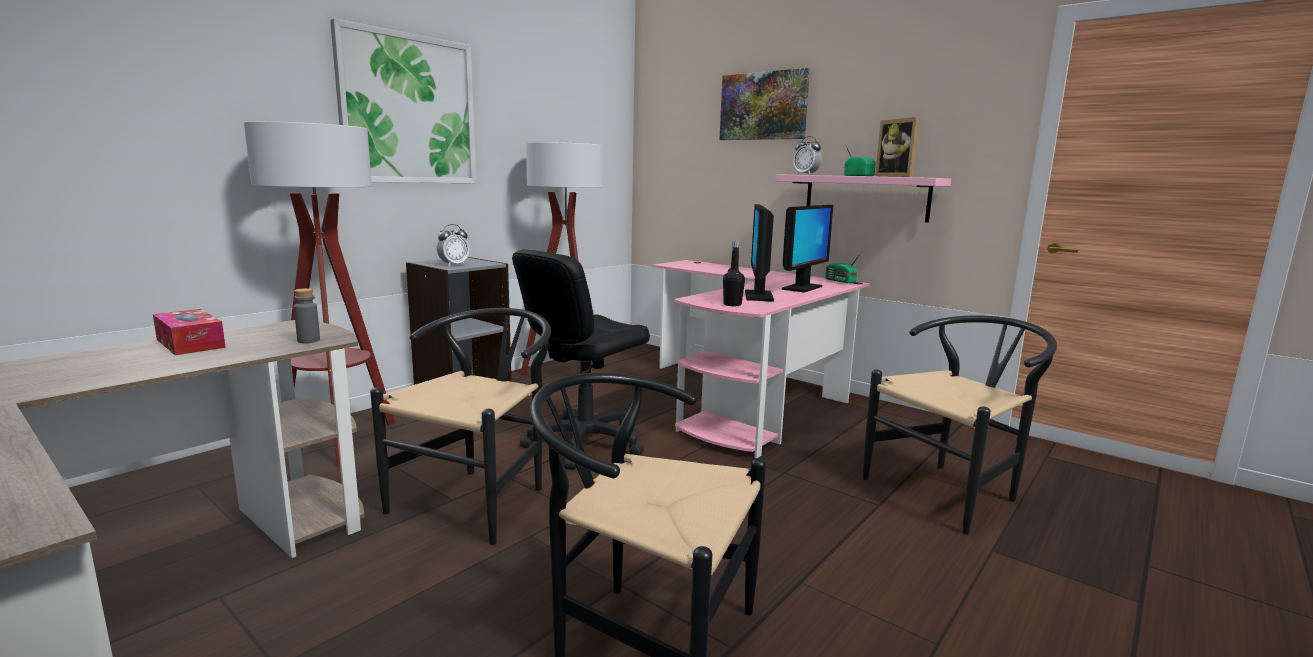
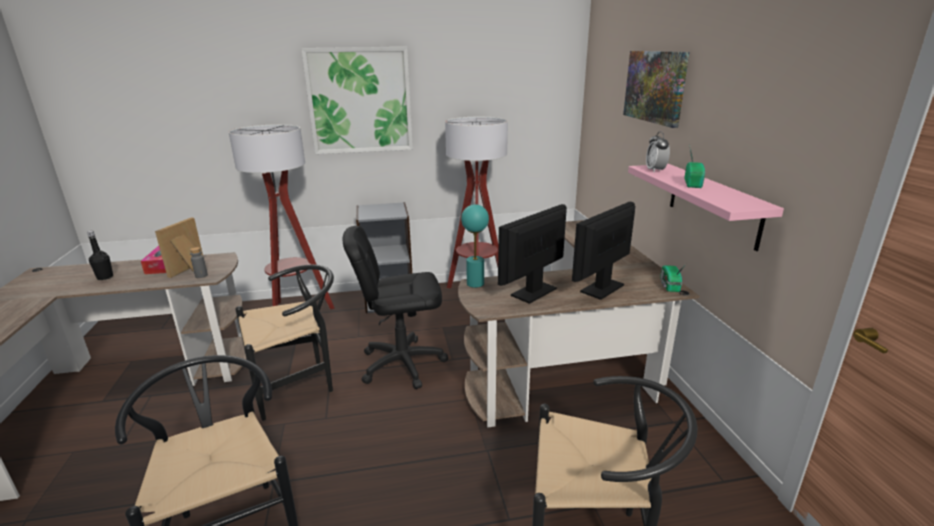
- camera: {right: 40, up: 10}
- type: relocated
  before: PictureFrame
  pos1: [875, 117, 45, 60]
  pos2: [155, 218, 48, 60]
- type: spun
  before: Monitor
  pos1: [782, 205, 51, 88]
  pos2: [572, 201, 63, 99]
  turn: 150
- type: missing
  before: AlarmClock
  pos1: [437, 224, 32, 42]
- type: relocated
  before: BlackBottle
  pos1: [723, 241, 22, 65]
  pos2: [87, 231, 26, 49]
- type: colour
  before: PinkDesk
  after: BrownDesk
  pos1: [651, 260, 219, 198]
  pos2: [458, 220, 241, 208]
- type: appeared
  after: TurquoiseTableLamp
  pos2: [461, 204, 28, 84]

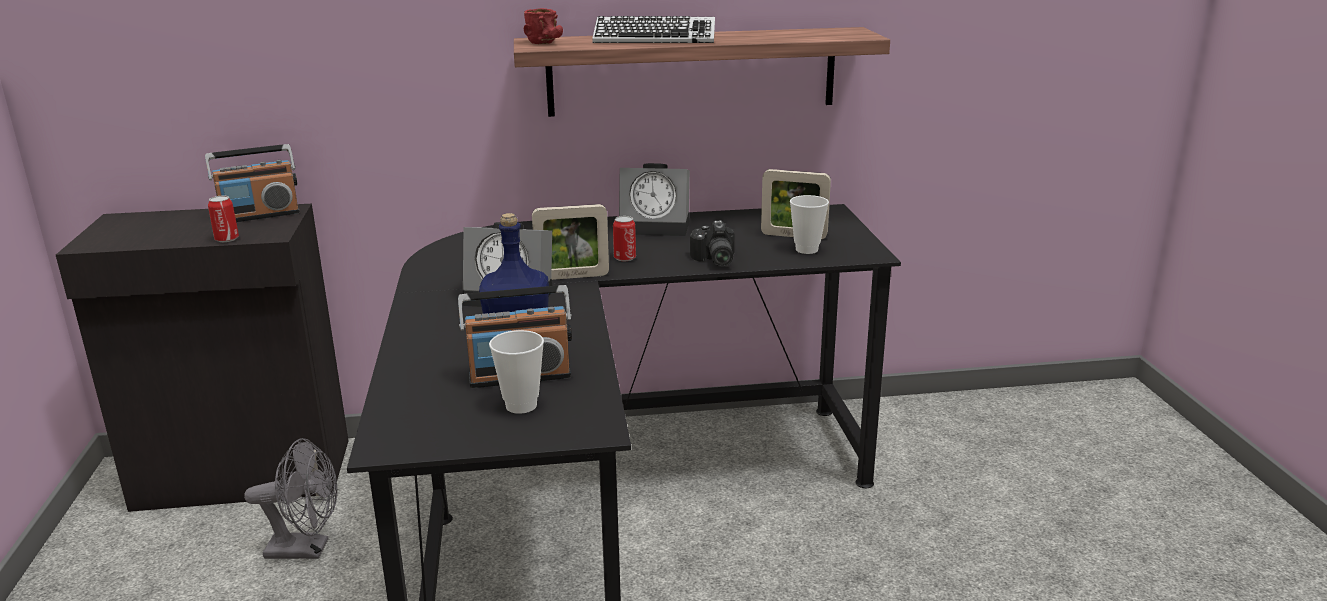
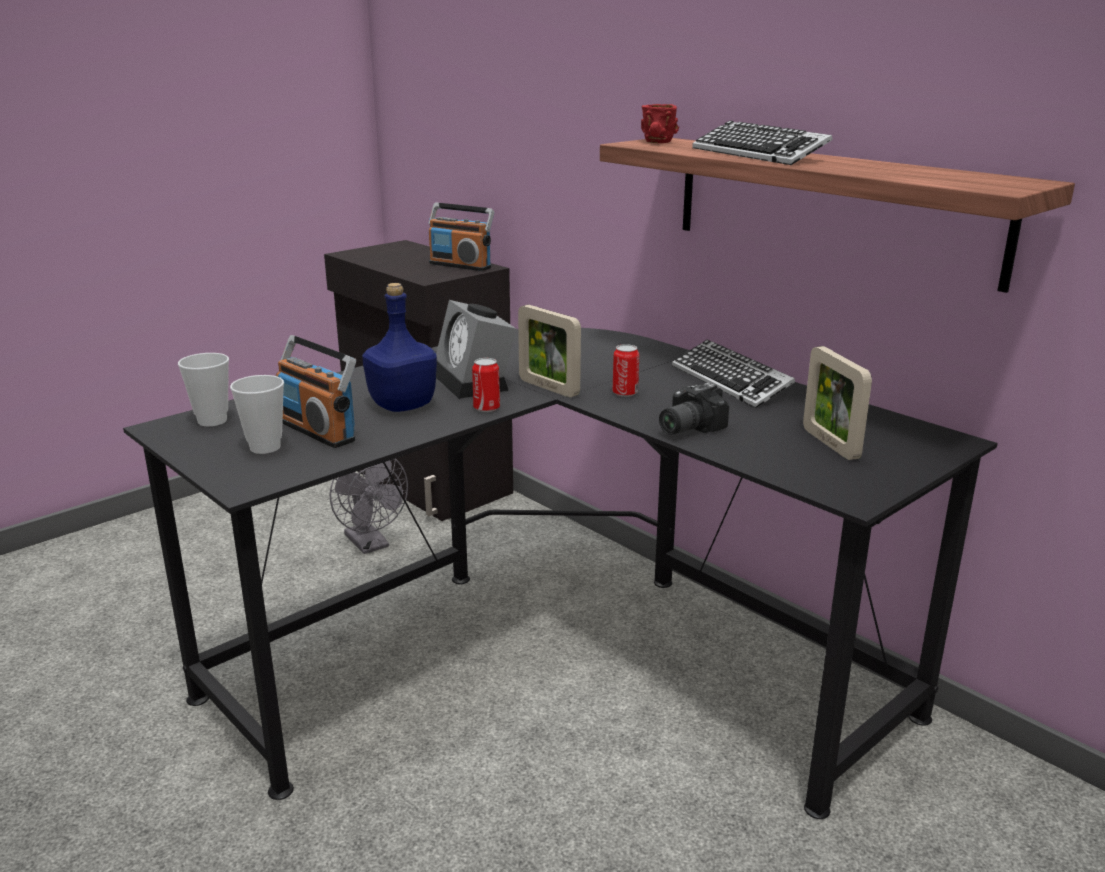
- camera: {right: 55, up: 0}
- type: exchanged
  before: AlarmClock
  after: Keyboard
  pos1: [619, 163, 71, 73]
  pos2: [672, 340, 123, 68]
- type: relocated
  before: Cup
  pos1: [790, 195, 39, 59]
  pos2: [178, 353, 51, 73]
- type: relocated
  before: Can
  pos1: [208, 196, 31, 46]
  pos2: [472, 358, 28, 54]

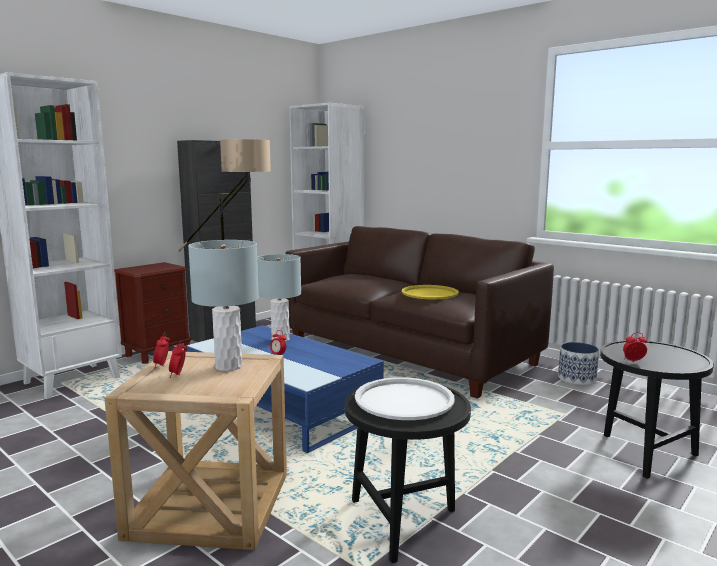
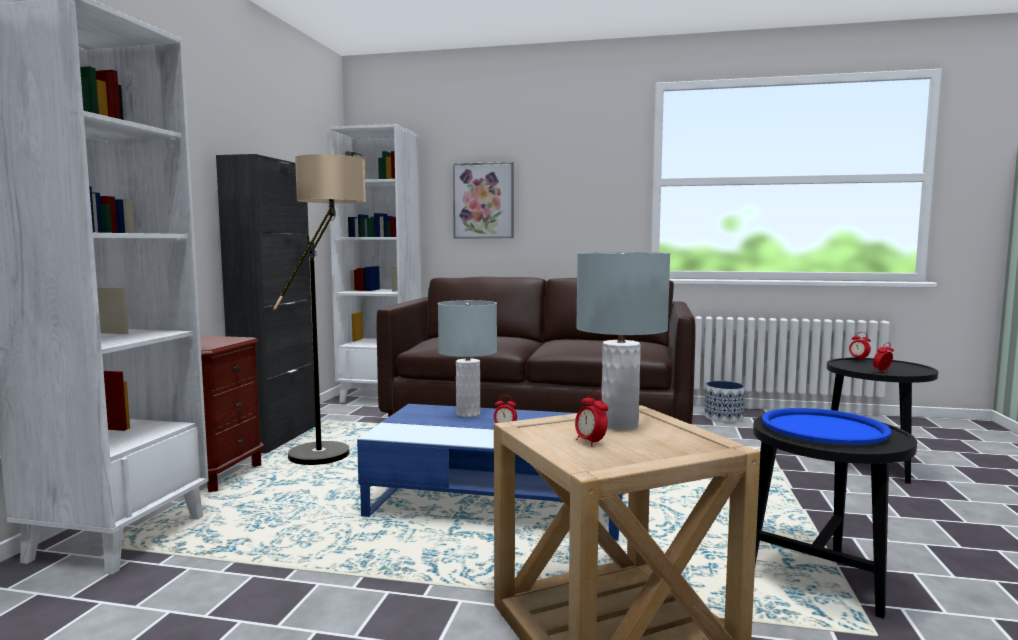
- camera: {right: -30, up: -5}
- type: missing
  before: YellowTray
  pos1: [401, 285, 58, 14]
- type: relocated
  before: AlarmClock
  pos1: [153, 332, 17, 35]
  pos2: [849, 332, 22, 27]
- type: colour
  before: WhiteTray
  after: BlueTray
  pos1: [355, 377, 100, 43]
  pos2: [762, 408, 129, 37]
- type: appeared
  after: Picture
  pos2: [453, 162, 61, 76]

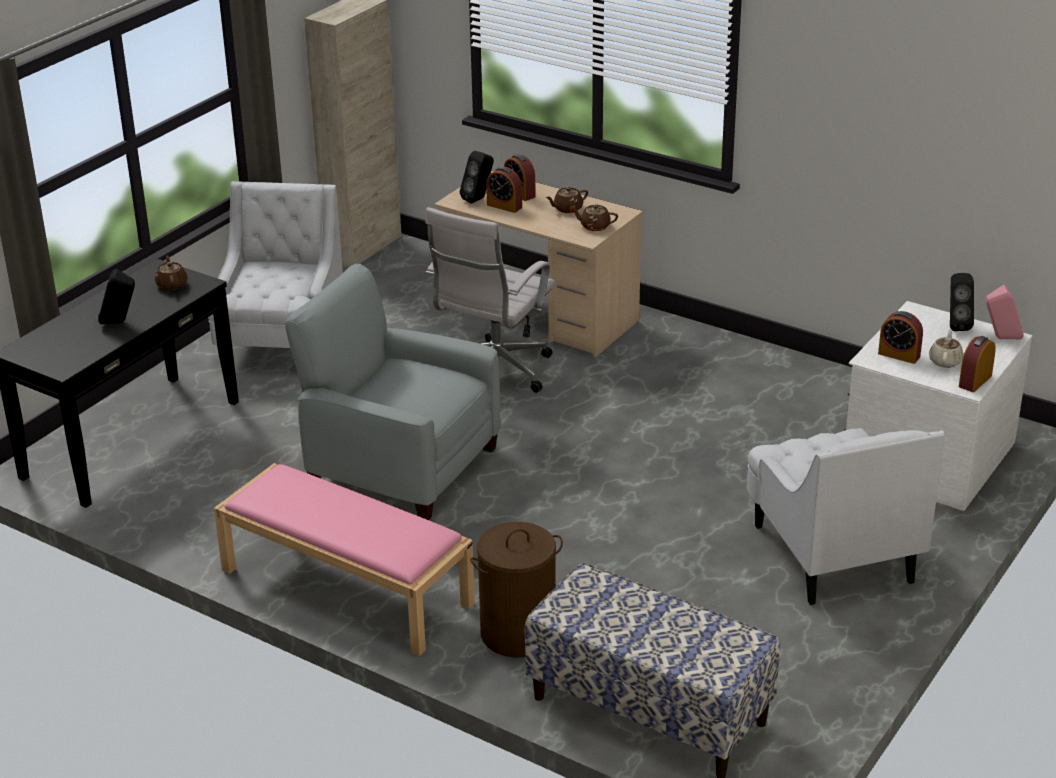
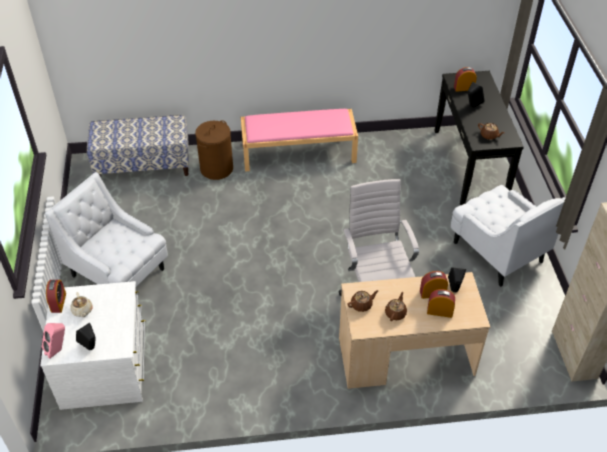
- camera: {right: 140, up: 15}
- type: missing
  before: GreyArmchair
  pos1: [285, 264, 216, 256]
- type: relocated
  before: AlarmClock
  pos1: [878, 311, 45, 53]
  pos2: [454, 67, 23, 25]

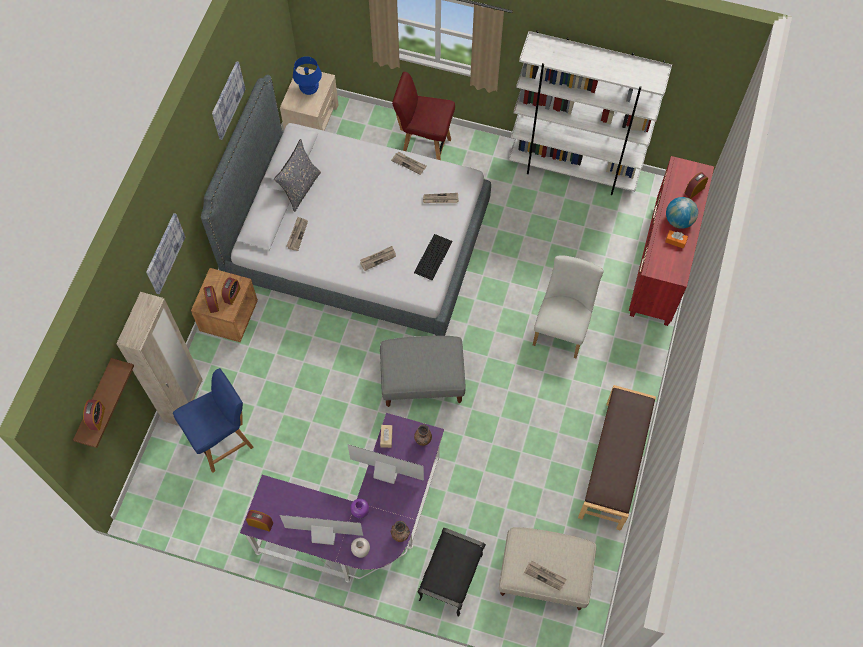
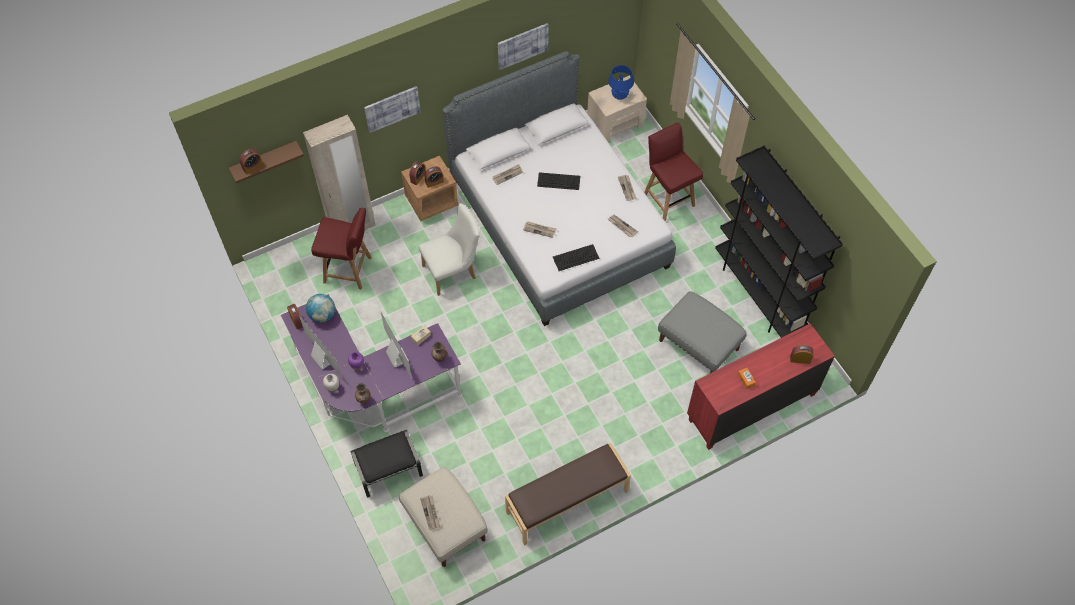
- camera: {right: 45, up: -5}
- type: colour
  before: WhiteBookcase
  after: BlackBookcase
  pos1: [508, 30, 164, 165]
  pos2: [715, 146, 128, 192]
- type: missing
  before: GreyPillow
  pos1: [274, 139, 47, 73]
- type: relocated
  before: Globe
  pos1: [666, 197, 32, 32]
  pos2: [306, 294, 29, 29]
- type: relocated
  before: WhiteChair
  pos1: [533, 255, 71, 103]
  pos2: [419, 203, 61, 93]
- type: relocated
  before: GreyOttoman
  pos1: [380, 336, 86, 71]
  pos2: [658, 291, 89, 82]
- type: colour
  before: BlueChair
  after: RedChair
  pos1: [173, 368, 81, 105]
  pos2: [311, 208, 61, 82]
- type: appeared
  after: Keyboard
  pos2: [537, 172, 43, 18]

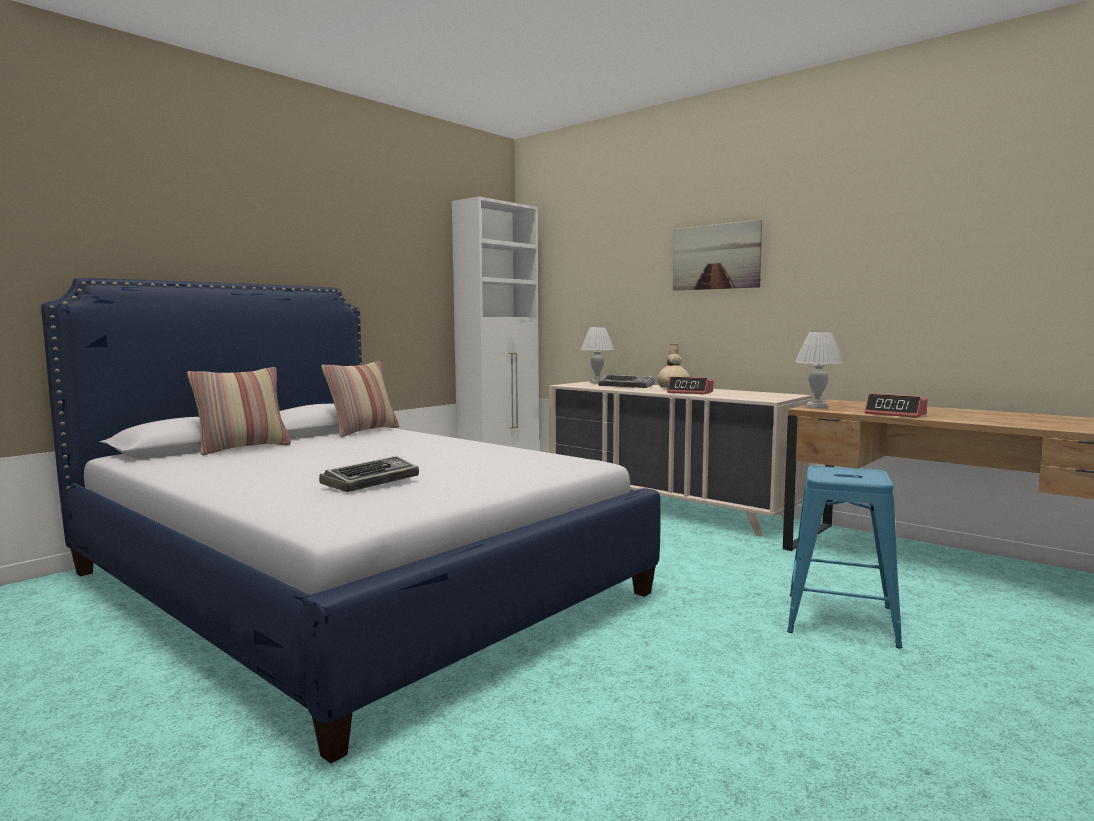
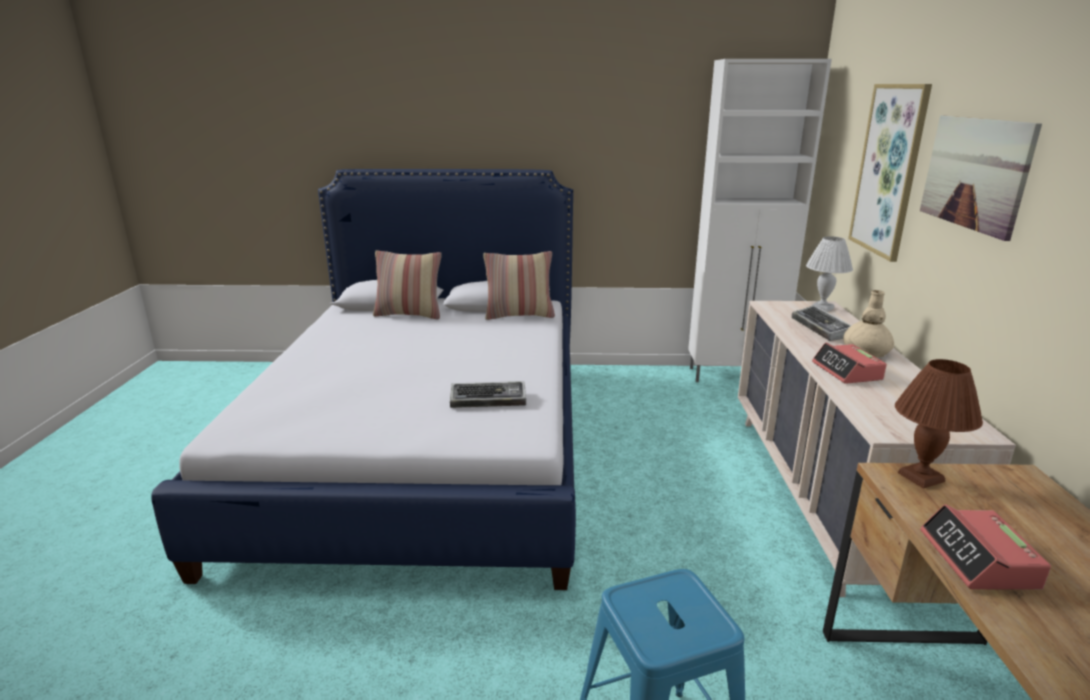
- camera: {right: 50, up: 15}
- type: colour
  before: WhiteTableLamp
  after: BrownTableLamp
  pos1: [795, 332, 49, 77]
  pos2: [895, 359, 88, 129]
- type: relocated
  before: Keyboard
  pos1: [319, 456, 100, 36]
  pos2: [450, 381, 76, 27]
- type: appeared
  after: Picture
  pos2: [848, 84, 84, 178]

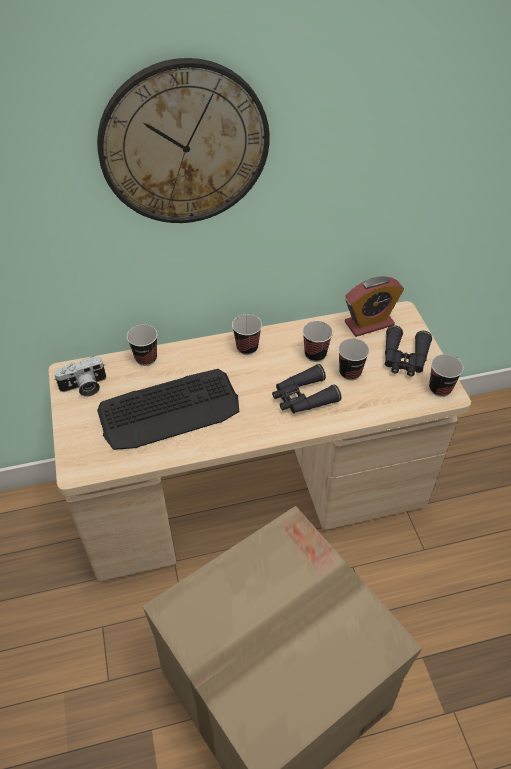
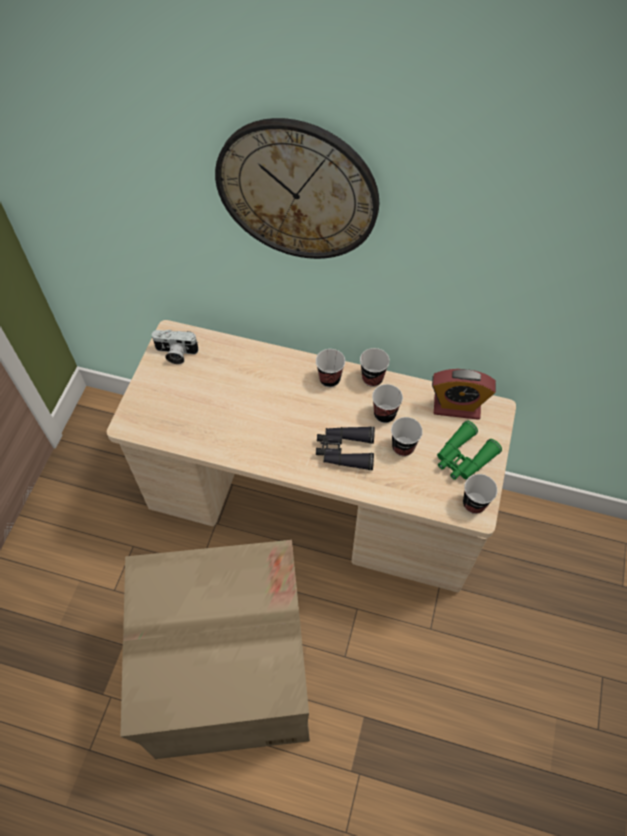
- camera: {right: 30, up: 10}
- type: relocated
  before: Cup
  pos1: [127, 324, 31, 42]
  pos2: [360, 348, 30, 39]
- type: colour
  before: BlackBinoculars
  after: GreenBinoculars
  pos1: [385, 325, 47, 52]
  pos2: [437, 420, 65, 60]
- type: missing
  before: Keyboard
  pos1: [97, 369, 142, 81]

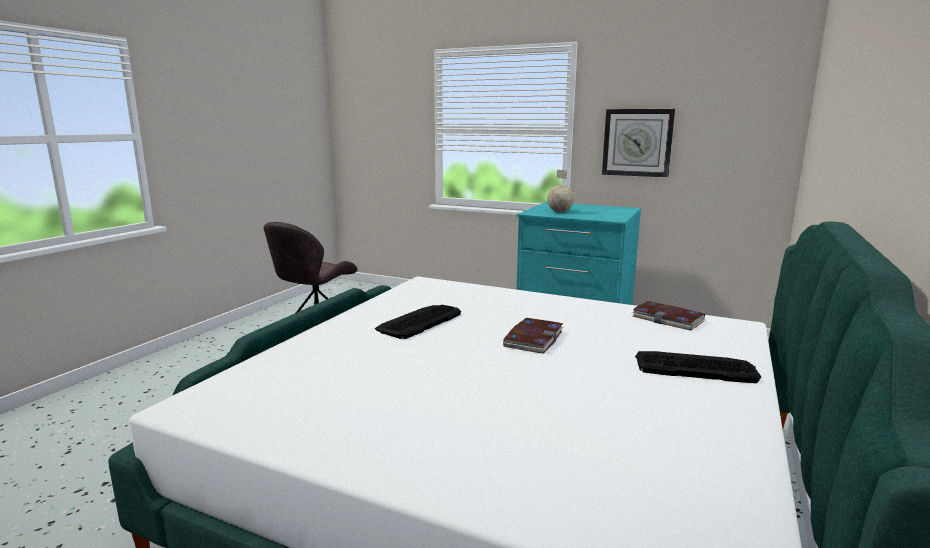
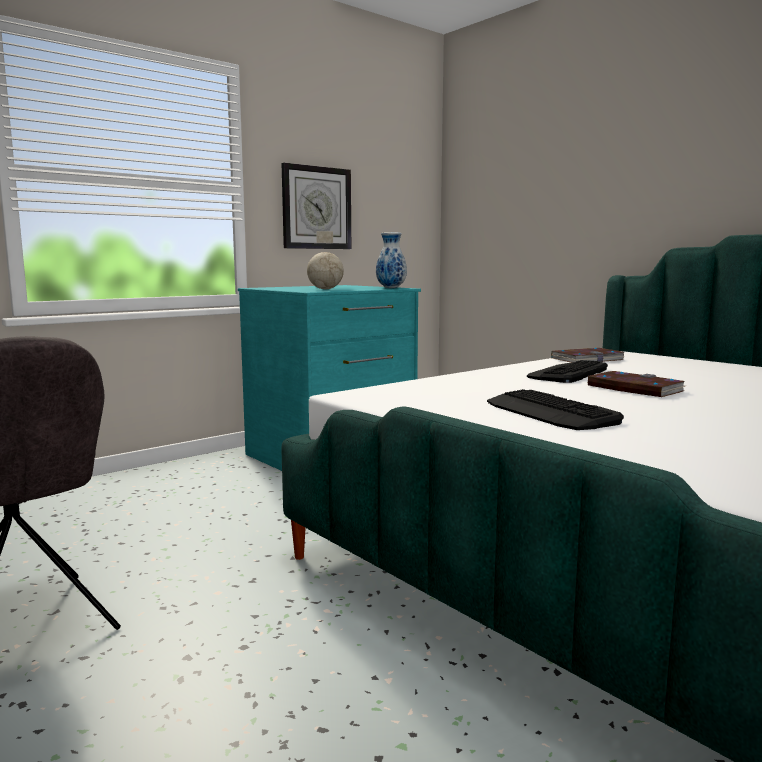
- camera: {right: -65, up: -5}
- type: relocated
  before: Keyboard
  pos1: [635, 351, 126, 32]
  pos2: [527, 360, 81, 23]
- type: appeared
  after: Vase
  pos2: [376, 232, 31, 56]

